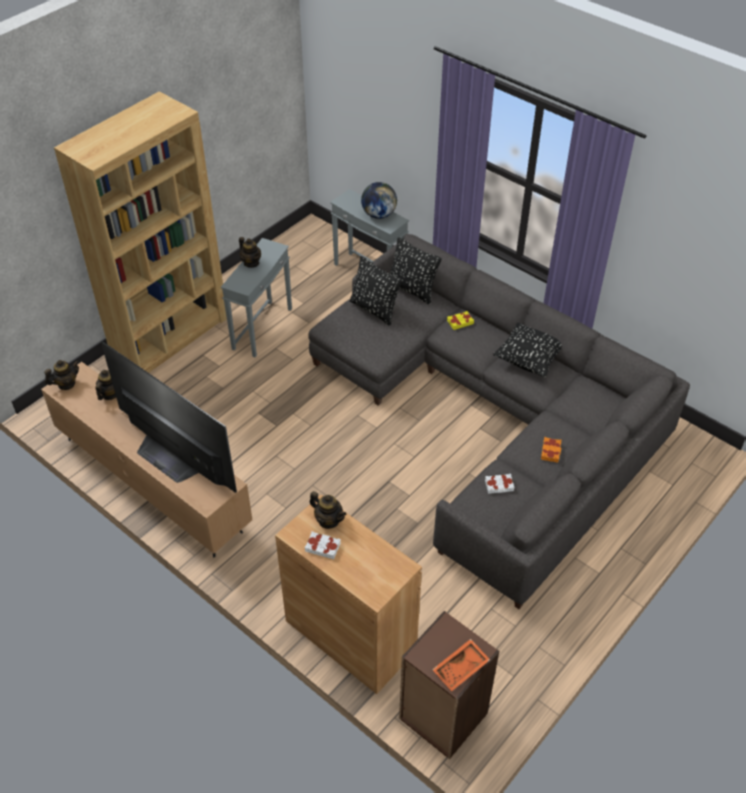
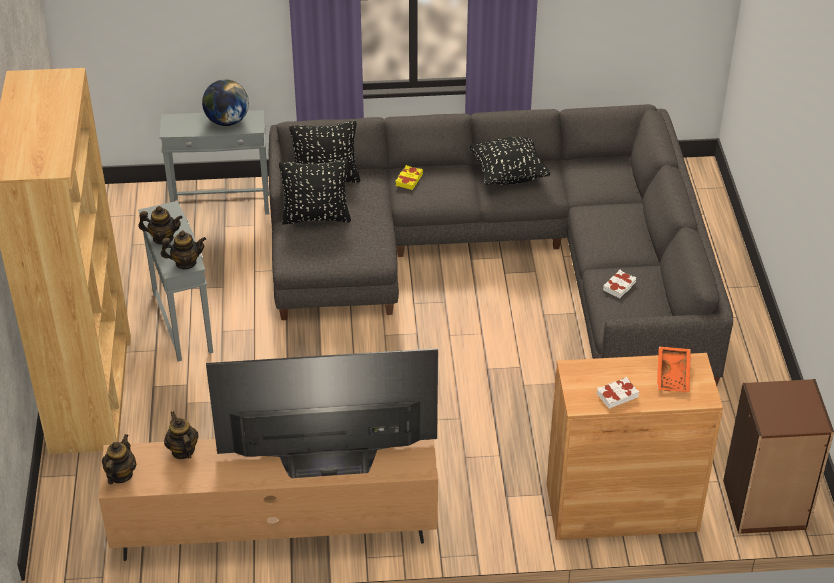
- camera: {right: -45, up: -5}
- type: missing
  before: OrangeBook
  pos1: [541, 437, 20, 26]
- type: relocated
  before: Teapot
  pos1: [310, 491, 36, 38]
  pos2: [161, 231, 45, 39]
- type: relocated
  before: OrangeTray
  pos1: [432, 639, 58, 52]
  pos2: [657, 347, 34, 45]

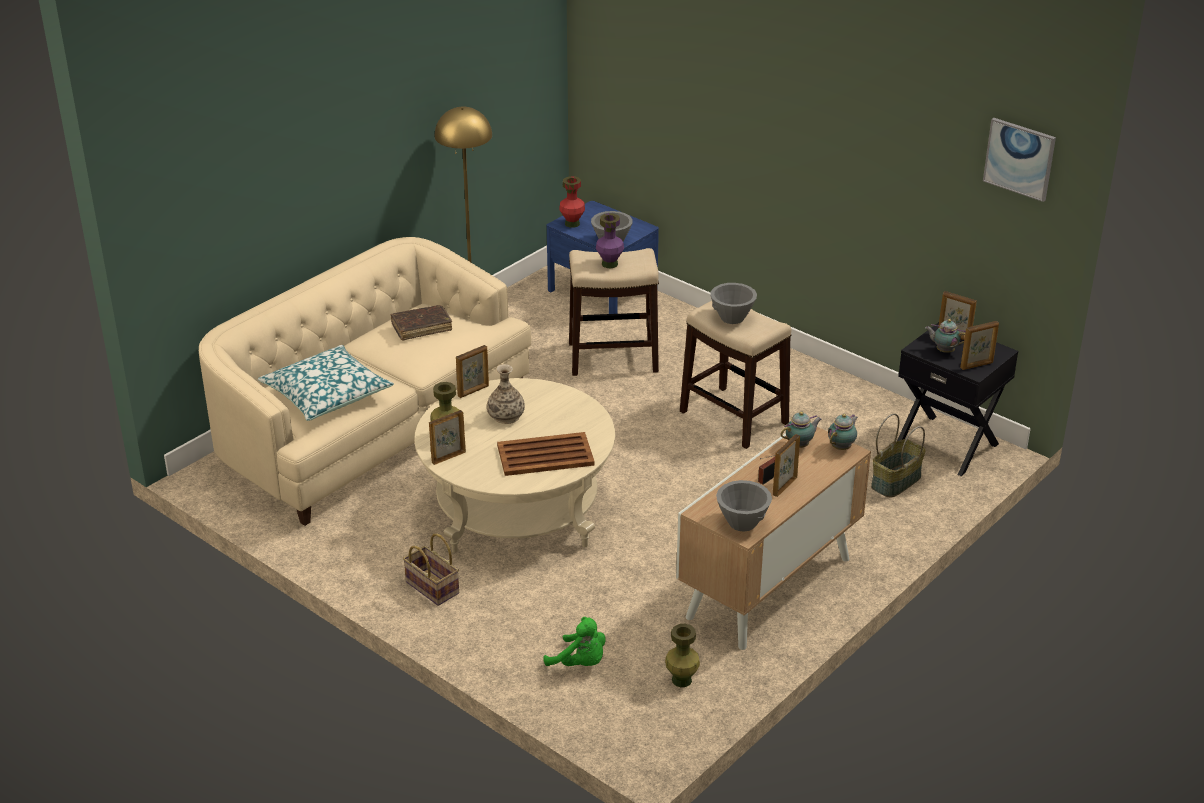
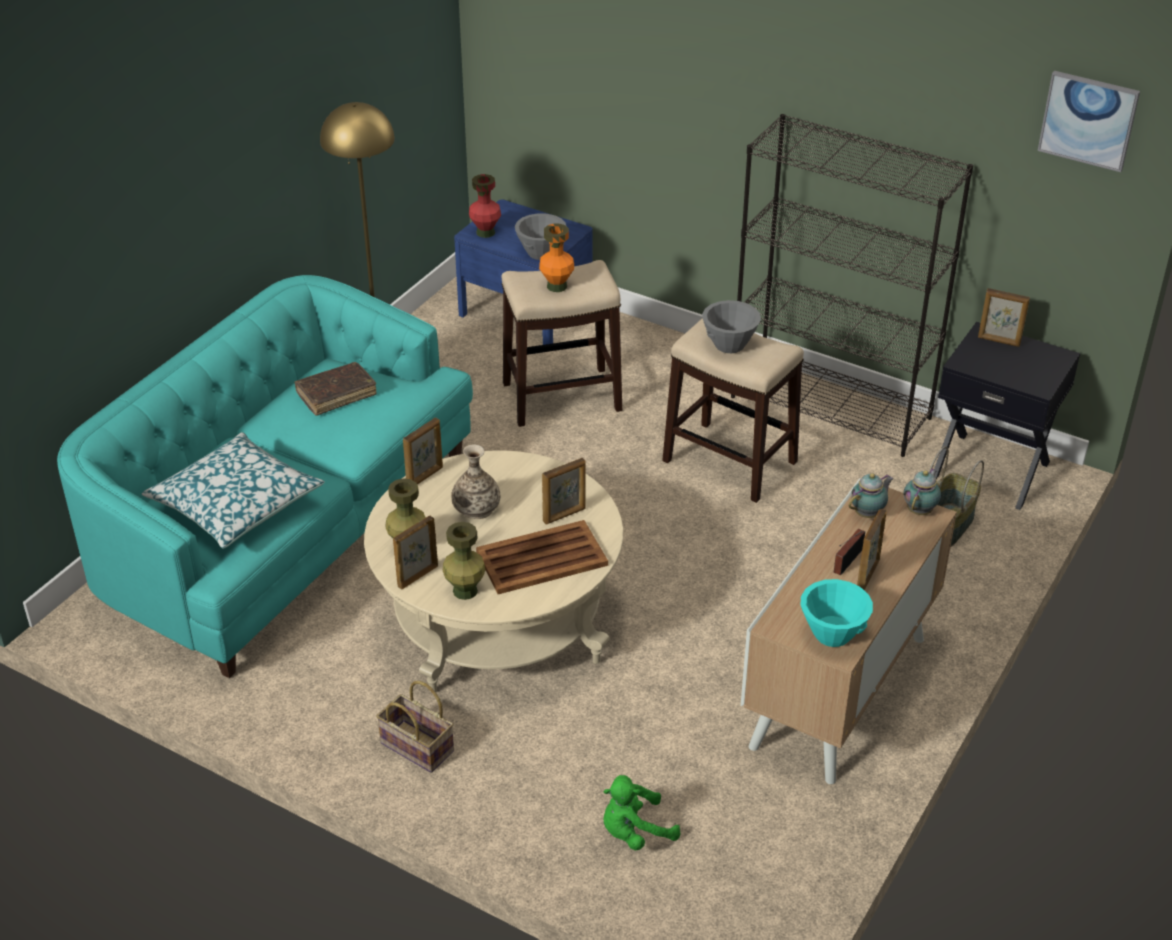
- camera: {right: -10, up: 5}
- type: colour
  before: PurpleVase
  after: OrangeVase
  pos1: [596, 213, 28, 56]
  pos2: [539, 224, 35, 68]
- type: colour
  before: BeigeSofa
  after: TurquoiseSofa
  pos1: [199, 237, 333, 289]
  pos2: [57, 275, 416, 403]
- type: missing
  before: Teapot
  pos1: [925, 319, 41, 34]
- type: relocated
  before: PictureFrame
  pos1: [960, 321, 39, 49]
  pos2: [542, 458, 44, 66]
- type: colour
  before: GreyBowl
  after: TurquoiseBowl
  pos1: [716, 480, 56, 51]
  pos2: [801, 579, 72, 68]
- type: spun
  before: GreenPlushToy
  pos1: [543, 617, 63, 49]
  pos2: [603, 775, 77, 76]
  turn: 135
- type: relocated
  before: GreenVase
  pos1: [665, 624, 35, 63]
  pos2: [443, 522, 42, 78]
- type: appeared
  after: BlackBookcase
  pos2: [731, 114, 242, 343]

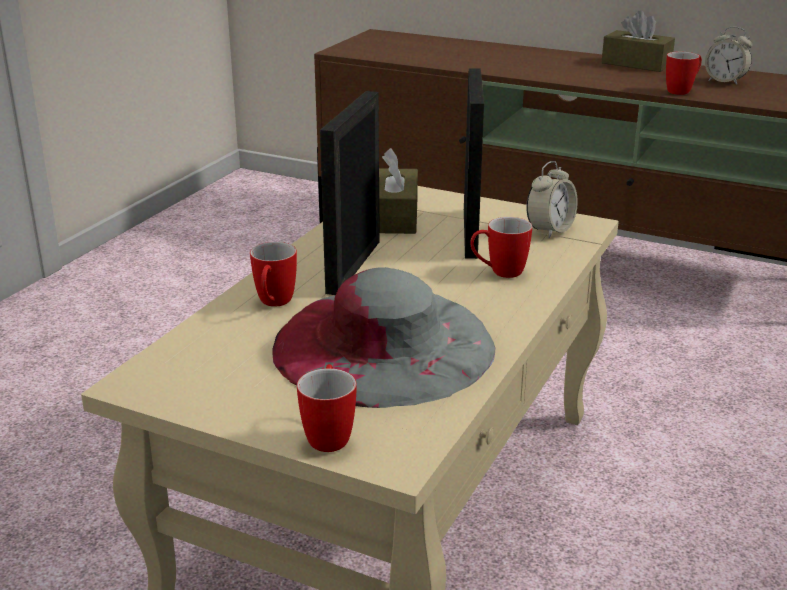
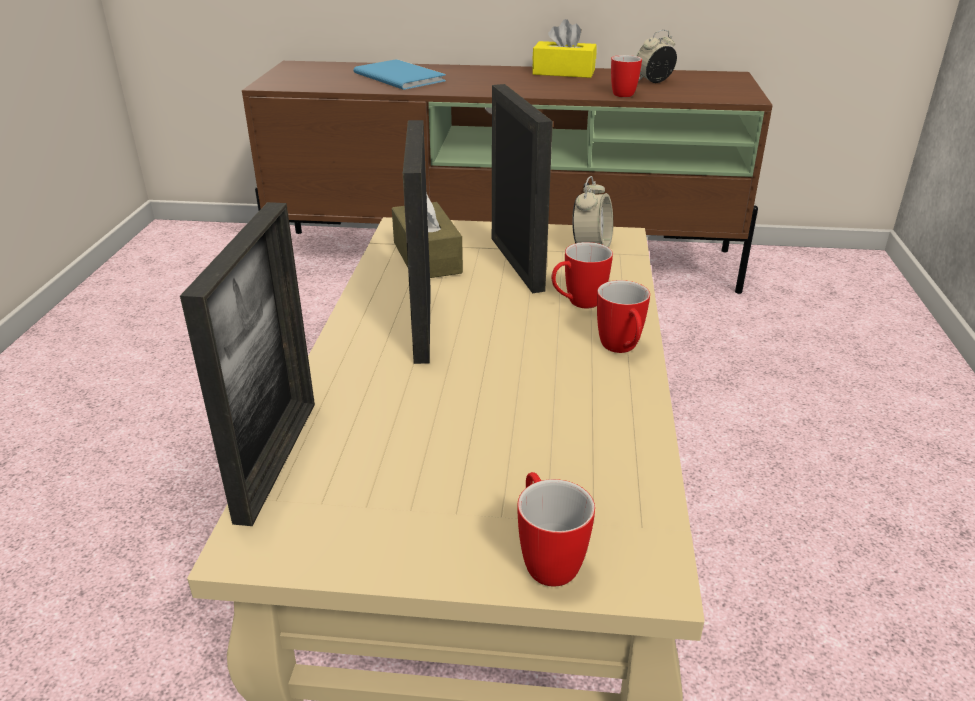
- camera: {right: -20, up: 5}
- type: colour
  before: BrownTissueBox
  after: YellowTissueBox
  pos1: [601, 10, 74, 62]
  pos2: [532, 19, 65, 59]
- type: spun
  before: AlarmClock
  pos1: [705, 27, 47, 58]
  pos2: [636, 30, 41, 53]
  turn: 135
- type: relocated
  before: Mug
  pos1: [250, 242, 47, 65]
  pos2: [597, 280, 53, 73]
- type: missing
  before: GreyHat
  pos1: [272, 267, 224, 141]
- type: appeared
  after: BlueBook
  pos2: [354, 59, 92, 31]
- type: appeared
  after: PictureFrame
  pos2: [180, 202, 135, 324]

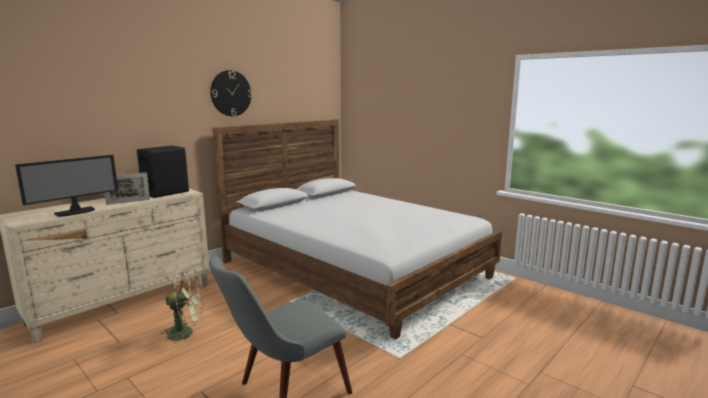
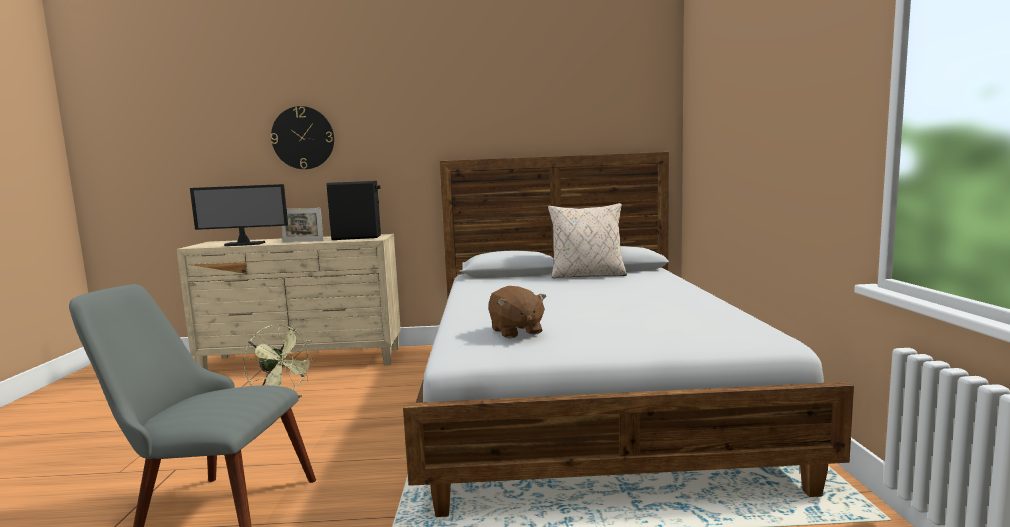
- camera: {right: 45, up: -5}
- type: relocated
  before: WallClock
  pos1: [210, 70, 42, 46]
  pos2: [271, 106, 63, 63]
- type: appeared
  after: BeigePillow
  pos2: [548, 203, 79, 75]
- type: appeared
  after: BrownPlushToy
  pos2: [488, 286, 58, 52]

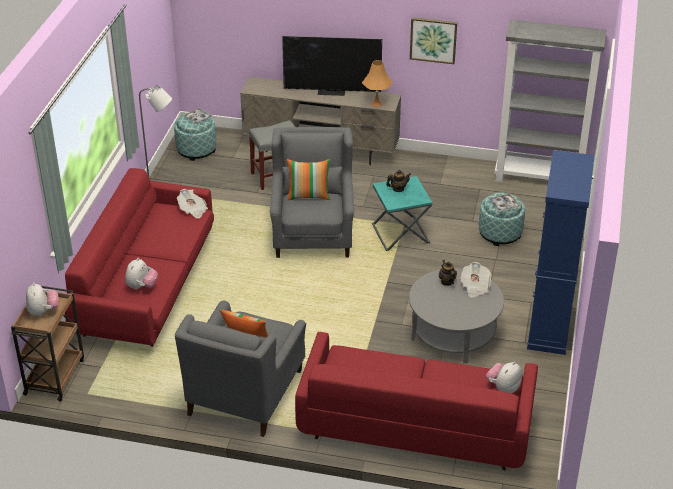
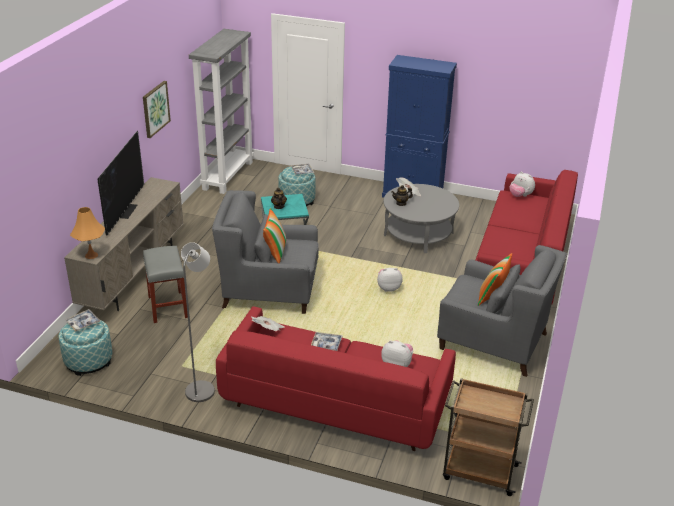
- camera: {right: -85, up: -5}
- type: relocated
  before: OrangeTableLamp
  pos1: [362, 60, 31, 47]
  pos2: [70, 207, 35, 52]
- type: relocated
  before: PlushToy
  pos1: [26, 283, 33, 34]
  pos2: [377, 268, 26, 24]
- type: appeared
  after: Tray
  pos2: [311, 332, 31, 19]

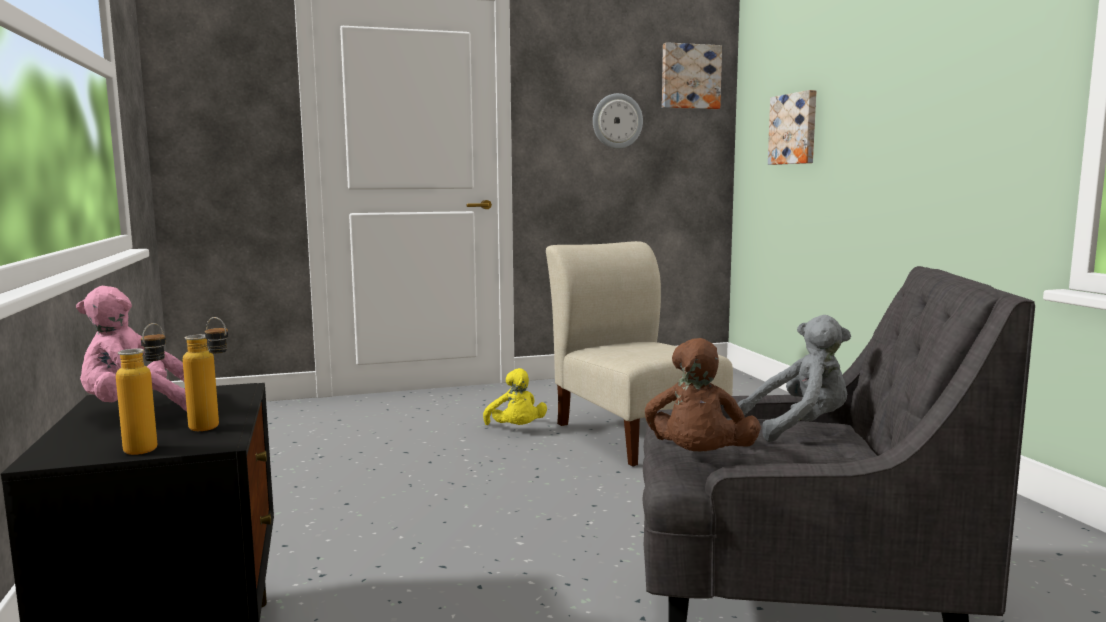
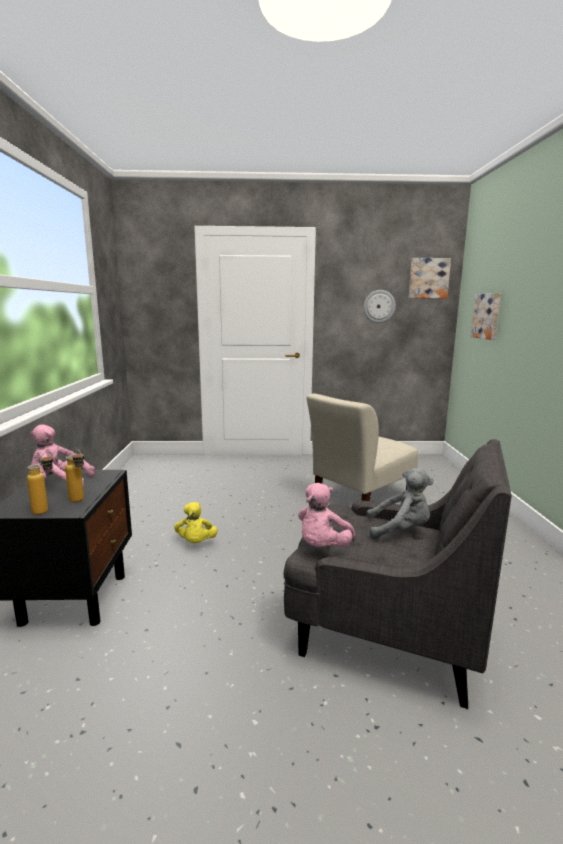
- camera: {right: 15, up: 5}
- type: spun
  before: BeigeChair
  pos1: [546, 241, 187, 225]
  pos2: [306, 394, 112, 107]
  turn: -120
- type: colour
  before: BrownPlushToy
  after: PinkPlushToy
  pos1: [645, 338, 116, 114]
  pos2: [298, 483, 57, 64]
- type: relocated
  before: YellowPlushToy
  pos1: [483, 368, 64, 57]
  pos2: [174, 502, 44, 41]

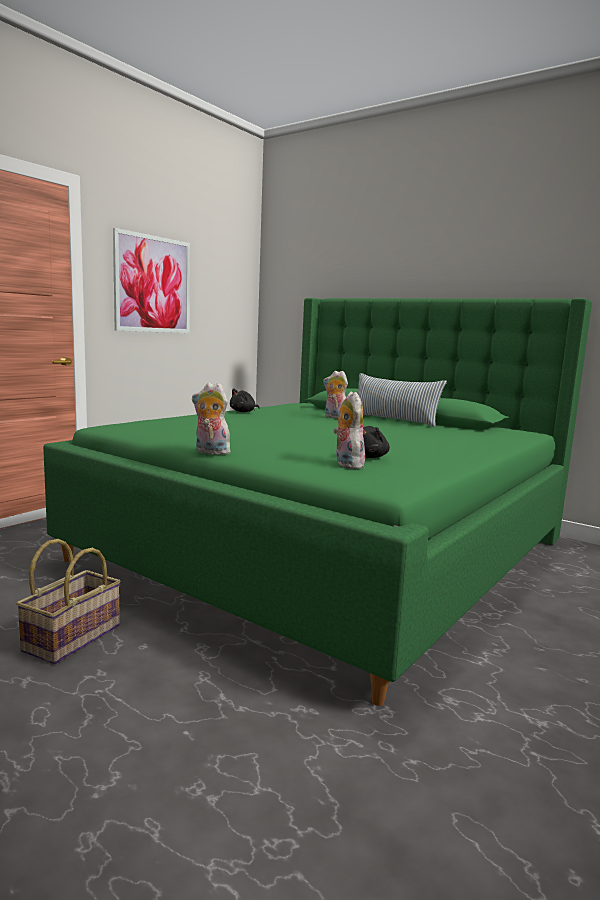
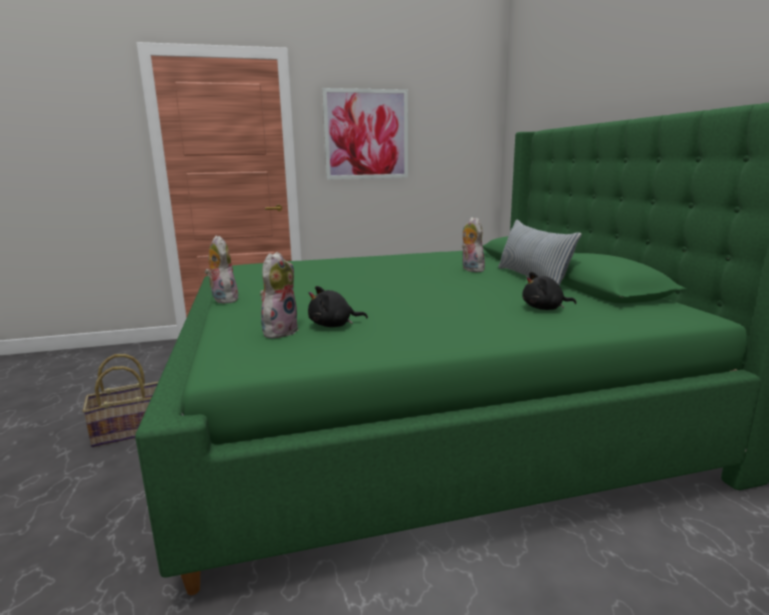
- camera: {right: 40, up: 5}
- type: relocated
  before: BlackPlushToy
  pos1: [230, 389, 30, 23]
  pos2: [522, 272, 54, 38]

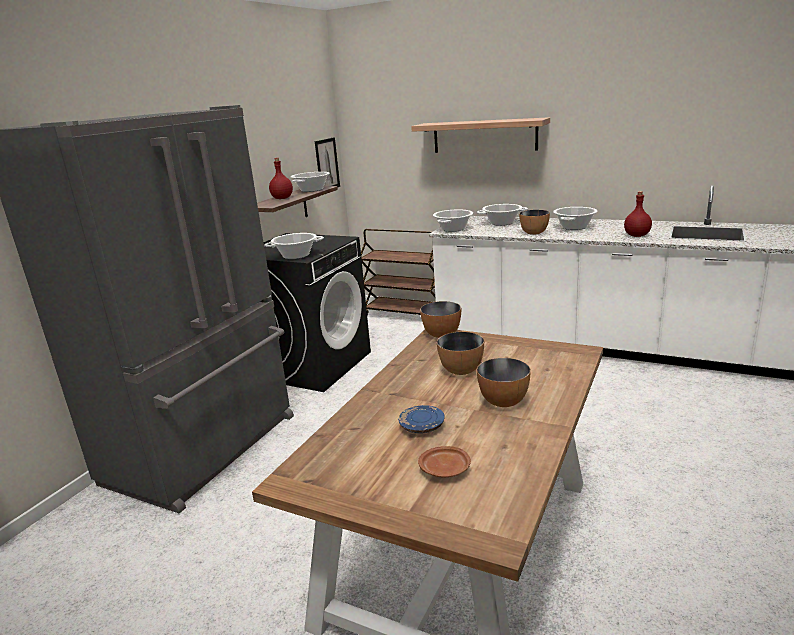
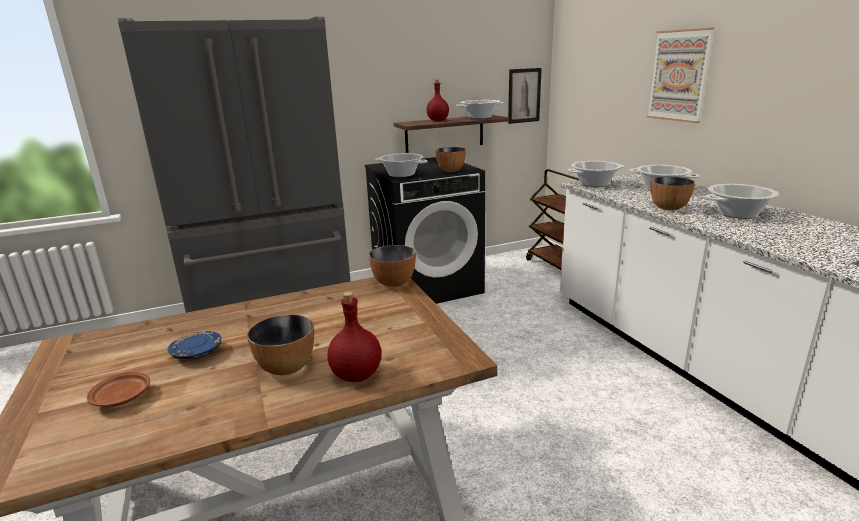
- camera: {right: 40, up: 0}
- type: exchanged
  before: Shelf
  after: Picture
  pos1: [411, 117, 139, 36]
  pos2: [647, 28, 67, 95]
- type: relocated
  before: RedBottle
  pos1: [624, 191, 28, 46]
  pos2: [327, 292, 54, 90]
- type: relocated
  before: Bowl
  pos1: [437, 332, 47, 43]
  pos2: [435, 147, 31, 25]

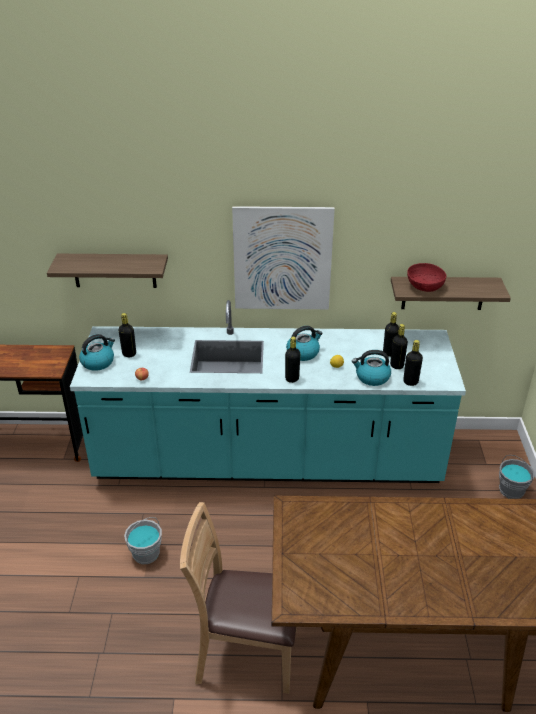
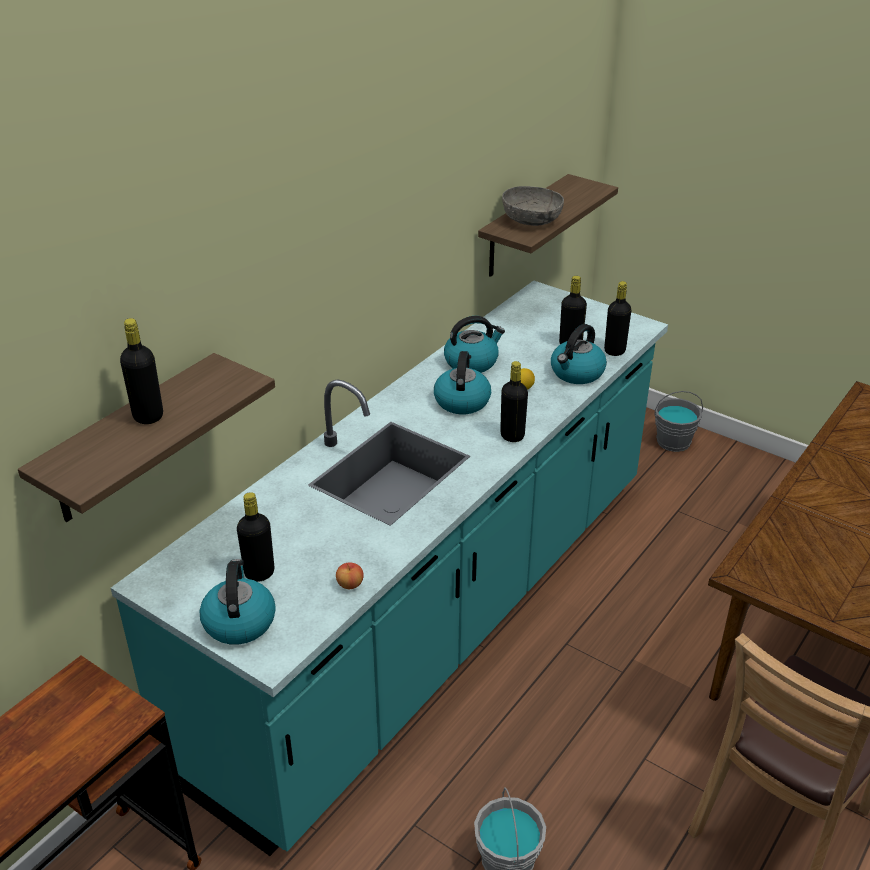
- camera: {right: -55, up: 0}
- type: missing
  before: Picture
  pos1: [232, 206, 103, 103]
- type: colour
  before: RedBowl
  after: GreyBowl
  pos1: [407, 263, 39, 29]
  pos2: [502, 186, 62, 40]
- type: relocated
  before: BlackBottle
  pos1: [383, 312, 16, 45]
  pos2: [120, 318, 43, 106]
- type: appeared
  after: Kettle
  pos2: [444, 316, 61, 57]

